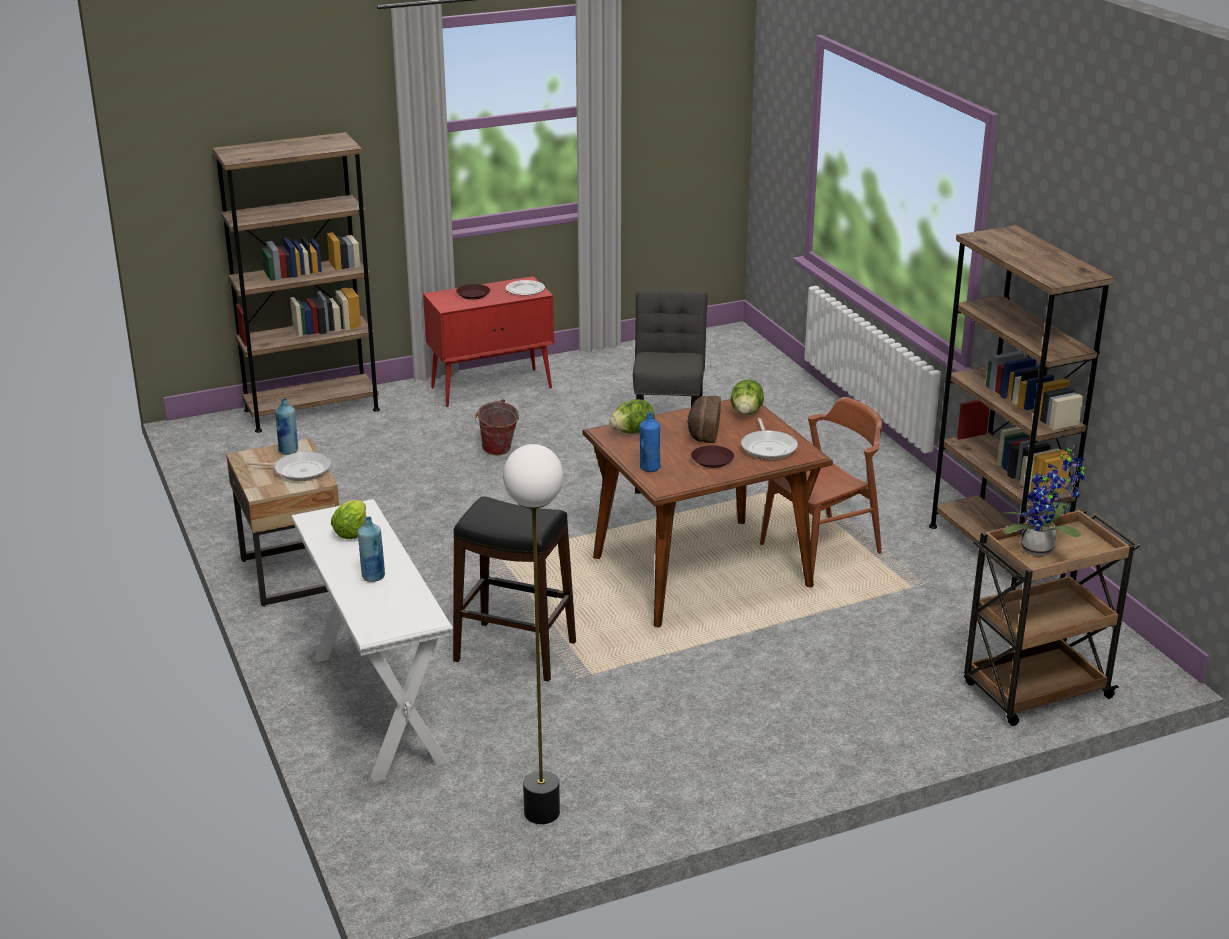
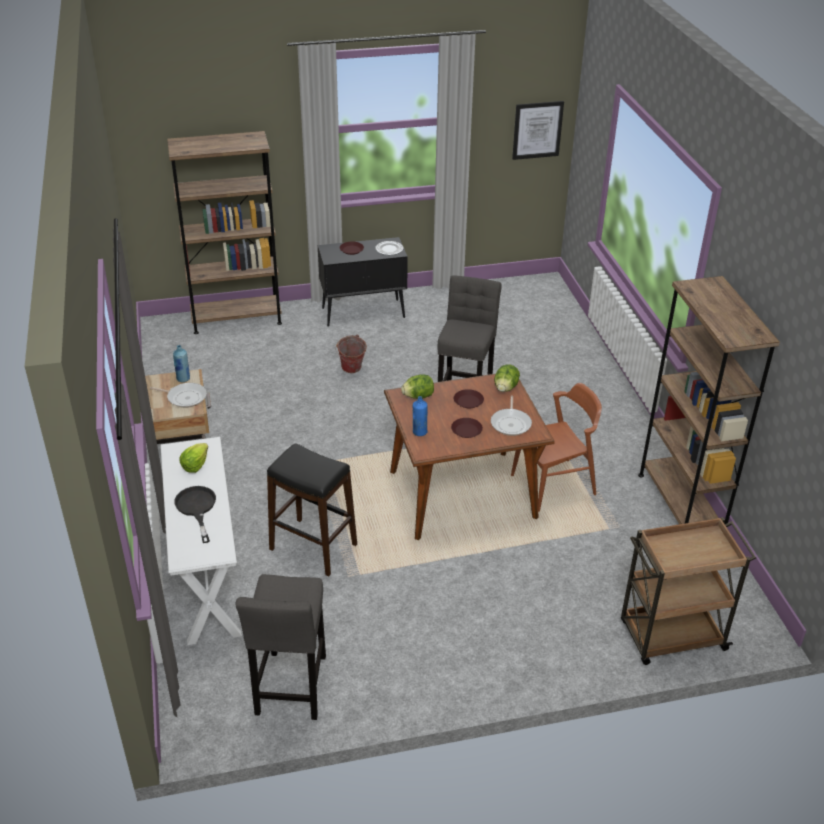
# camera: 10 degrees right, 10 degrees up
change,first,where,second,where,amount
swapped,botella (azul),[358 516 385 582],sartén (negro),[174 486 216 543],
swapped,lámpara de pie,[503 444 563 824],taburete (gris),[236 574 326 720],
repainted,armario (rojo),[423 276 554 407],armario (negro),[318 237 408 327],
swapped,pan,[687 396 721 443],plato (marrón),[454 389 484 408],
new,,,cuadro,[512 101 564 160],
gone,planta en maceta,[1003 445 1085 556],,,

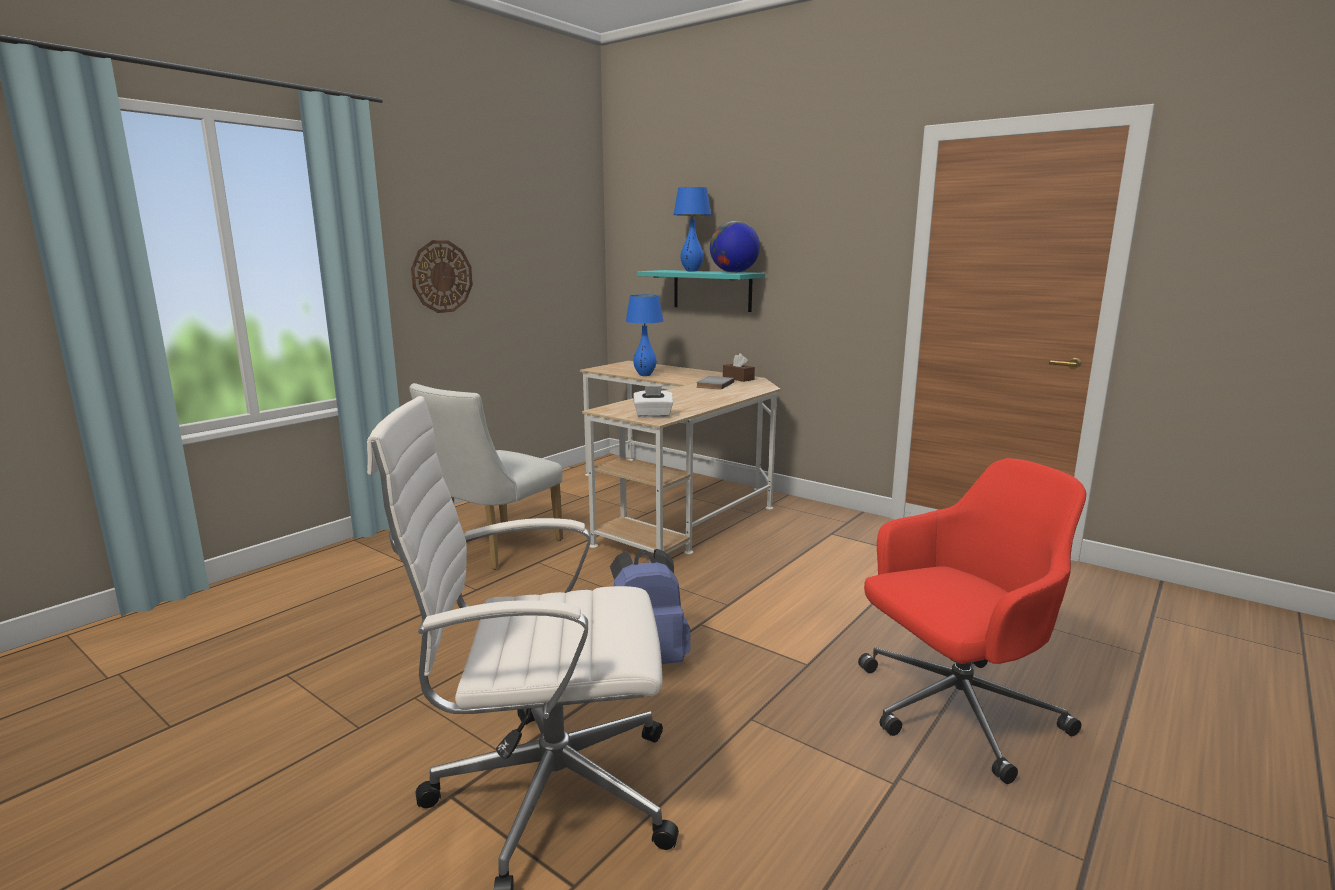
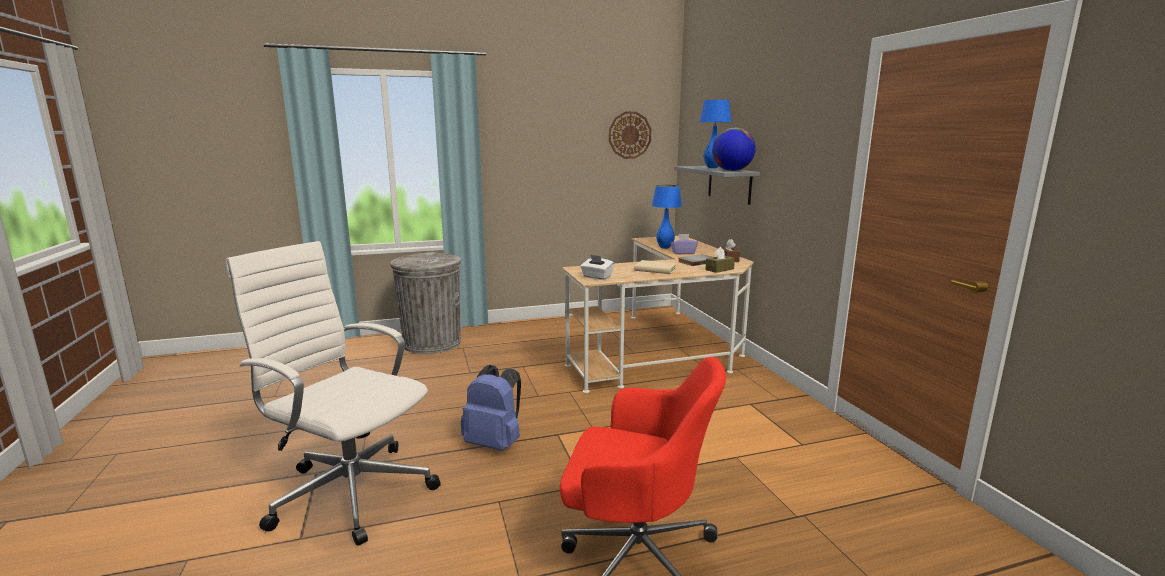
# camera: 35 degrees right, 0 degrees up
change,first,where,second,where,amount
new,,,papelera (gris),[390 252 461 354],
shifted,reloj de pared,[411 240 473 313],,[609 112 652 159],
new,,,libro (beis),[634 260 677 274],
new,,,caja de pañuelos (morado),[671 234 698 254],
repainted,estante (turquesa),[637 270 765 312],estante (gris),[674 166 760 205],
new,,,caja de pañuelos (marrón),[705 247 735 273],
gone,silla (blanco),[410 383 563 570],,,

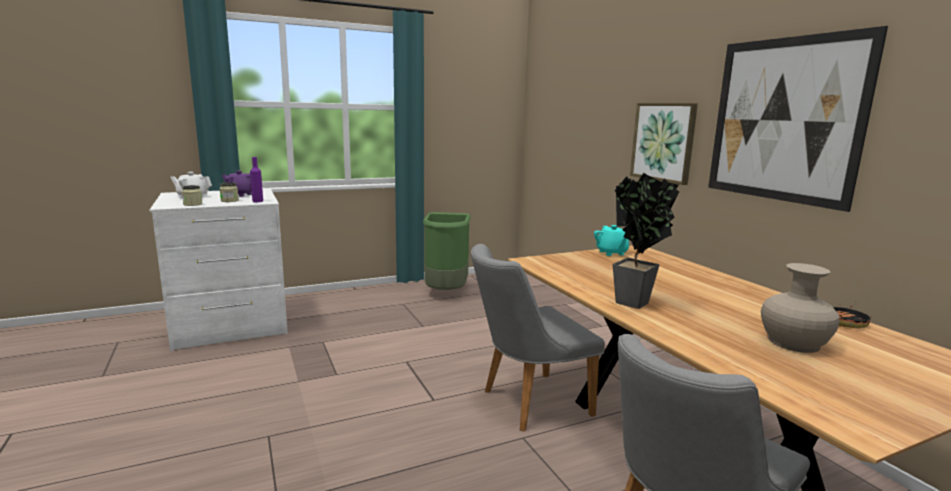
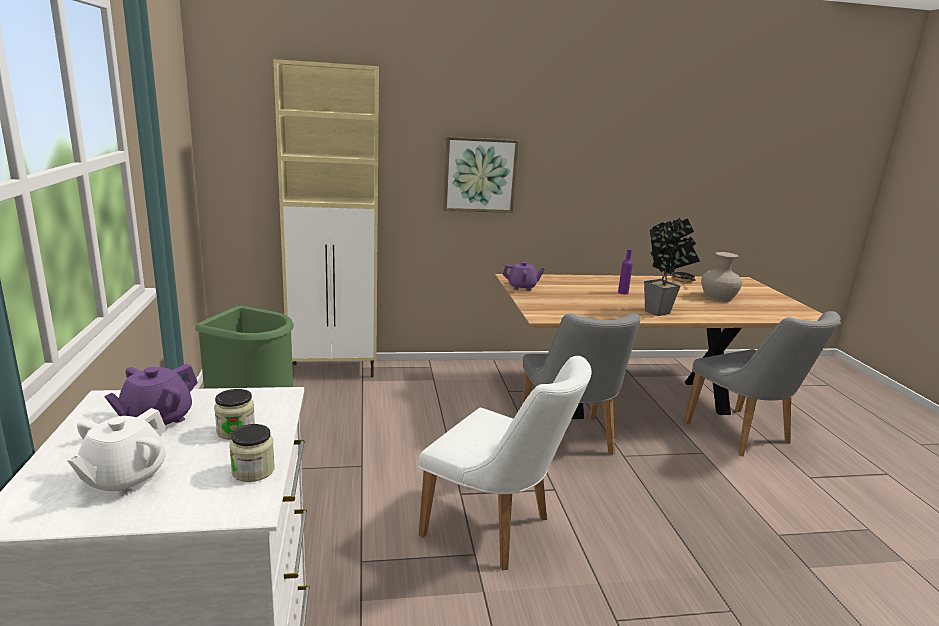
# camera: 75 degrees left, 5 degrees up
change,first,where,second,where,amount
new,,,armario (beis),[273 59 379 377],
new,,,silla (blanco),[419 356 592 571],
repainted,tetera (turquesa),[594 225 629 256],tetera (morado),[502 262 545 291],
shifted,botella (morado),[250 157 263 202],,[618 249 633 294],
gone,cuadro,[708 26 888 212],,,

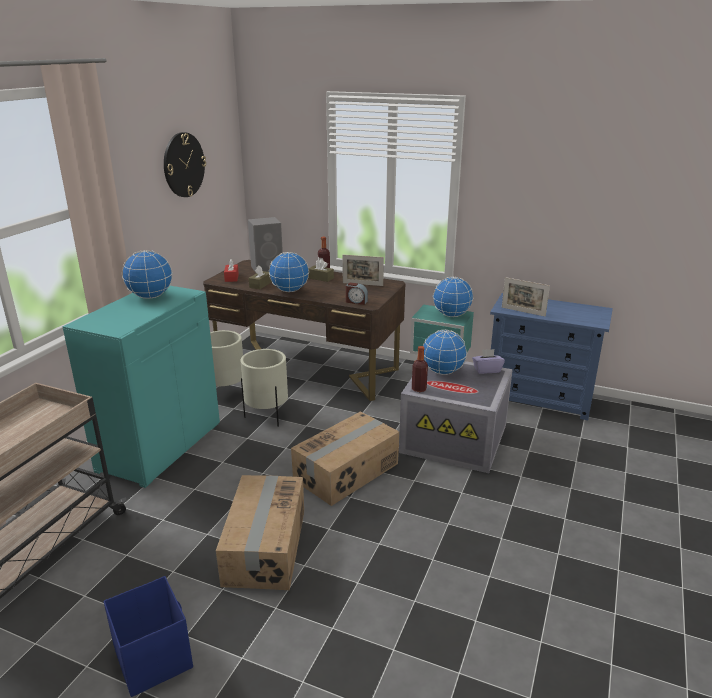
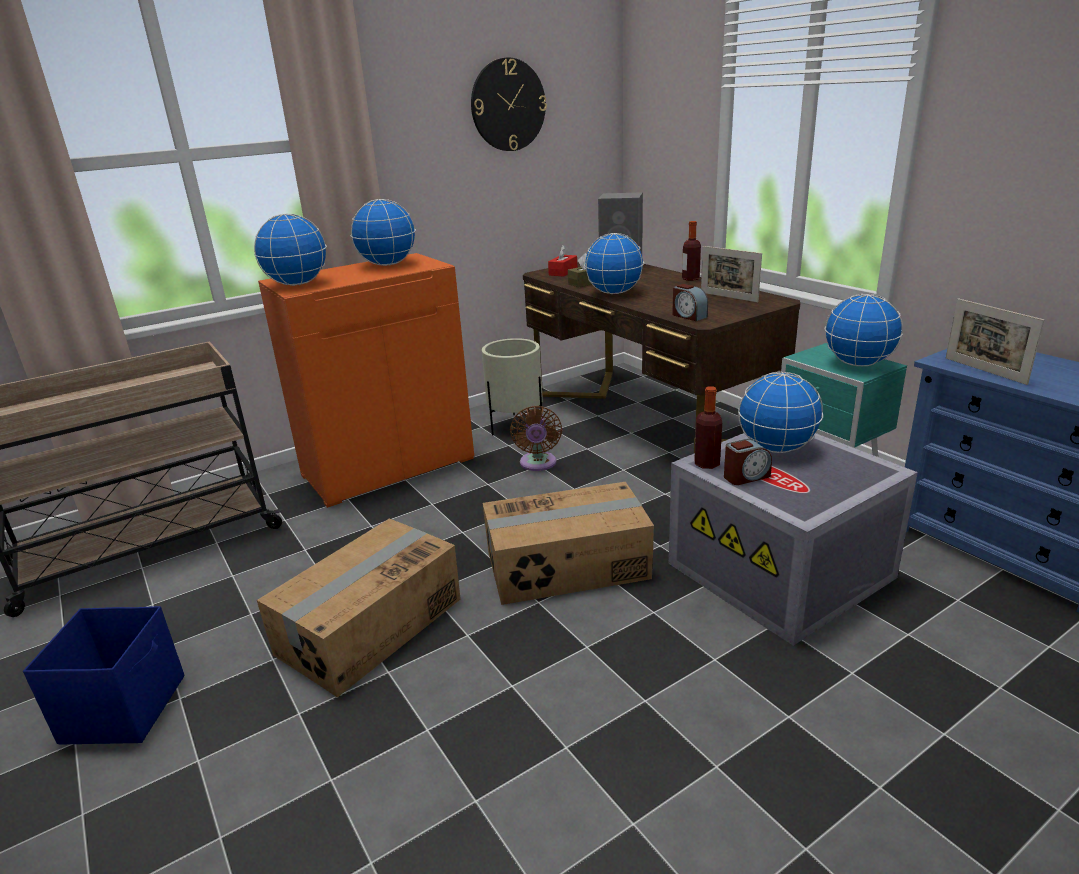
# camera: 35 degrees right, 0 degrees up
change,first,where,second,where,amount
new,,,globo terráqueo,[254 213 327 286],
repainted,armario (turquesa),[62 286 220 488],armario (naranja),[258 253 474 508],
swapped,maceta (beis),[241 349 288 427],ventilador (marrón),[510 406 562 471],
new,,,despertador,[724 439 772 485],
gone,caja de pañuelos (marrón),[308 259 334 282],,,
gone,caja de pañuelos (morado),[472 349 505 374],,,

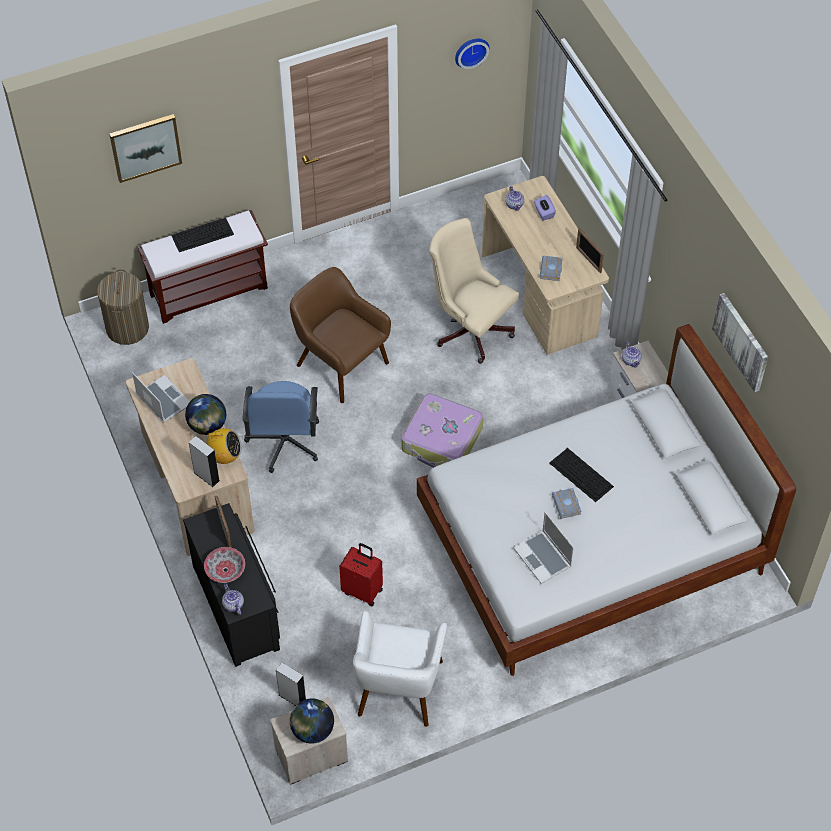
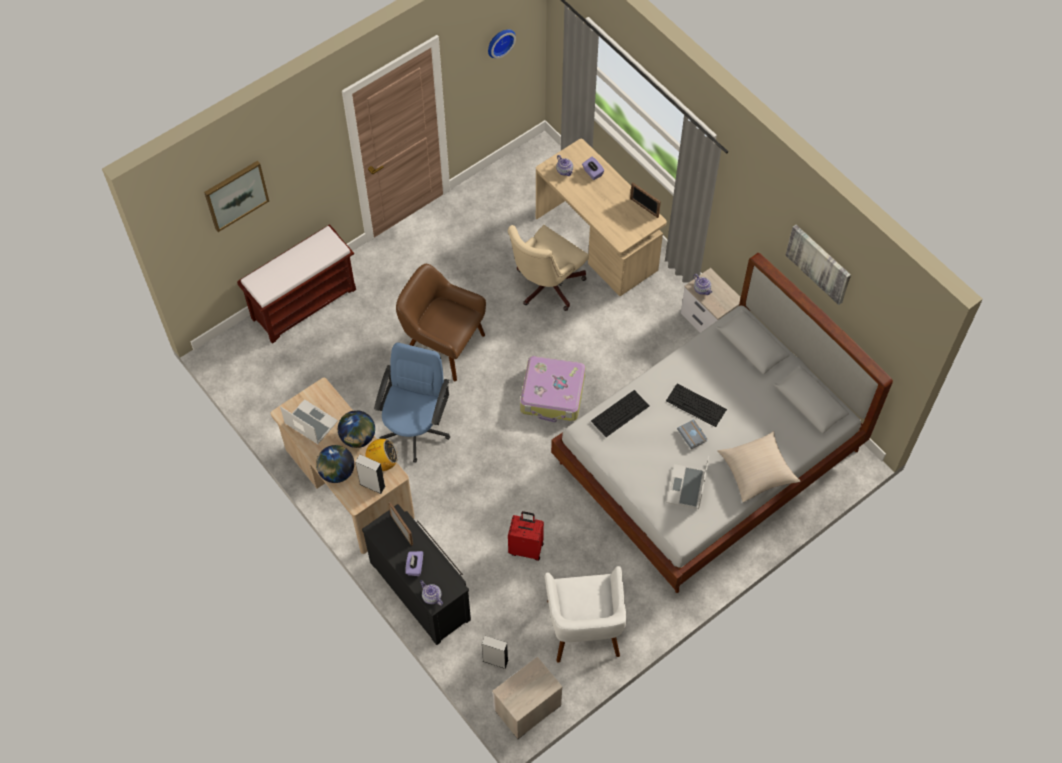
# camera: 15 degrees left, 5 degrees up
change,first,where,second,where,amount
shifted,globo terráqueo,[290 699 334 744],,[316 445 354 483],
rotated,silla de oficina (azul),[242 381 319 473],,[374 342 450 463],150 degrees counterclockwise
swapped,cuenco,[204 547 245 583],caja de pañuelos (morado),[405 551 423 576],
rotated,silla de oficina (beis),[429 218 519 364],,[508 225 589 311],75 degrees counterclockwise
shifted,teclado,[171 218 234 252],,[591 390 649 437],
rotated,portátil,[513 512 574 584],,[667 456 709 509],60 degrees clockwise
new,,,cojín (beis),[717 431 801 502],
gone,cesto de la ropa,[97 269 149 345],,,
gone,libro (gris),[539 256 563 281],,,

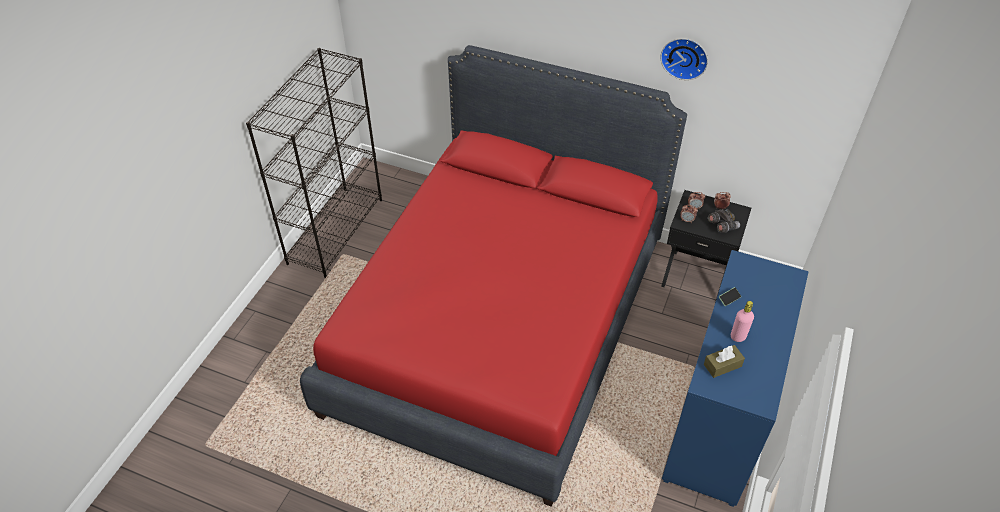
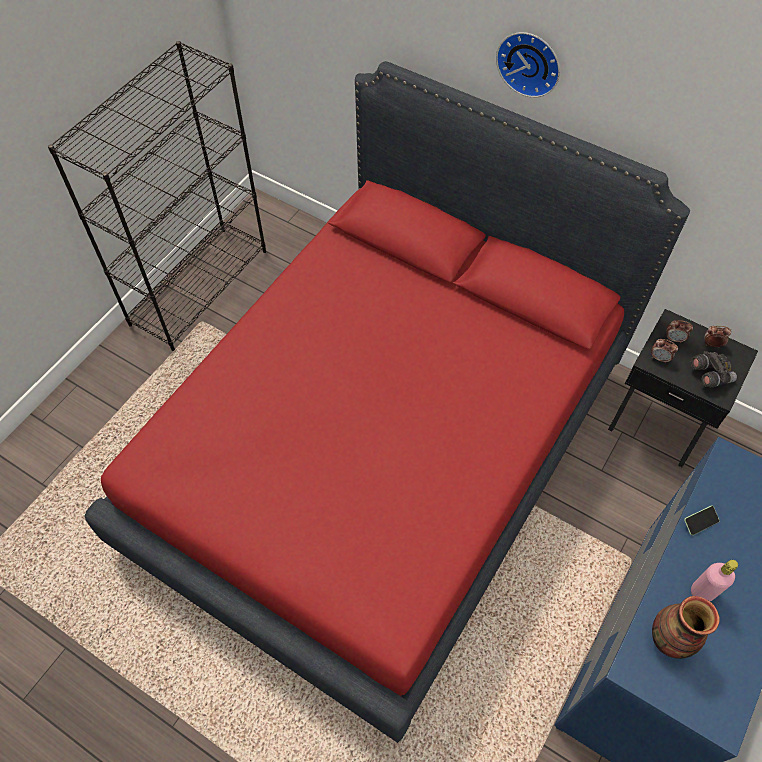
# camera: 10 degrees right, 10 degrees up
change,first,where,second,where,amount
shifted,reloj de pared,[660 38 708 80],,[496 32 560 98],
swapped,caja de pañuelos (marrón),[704 345 745 378],florero,[652 596 720 659],

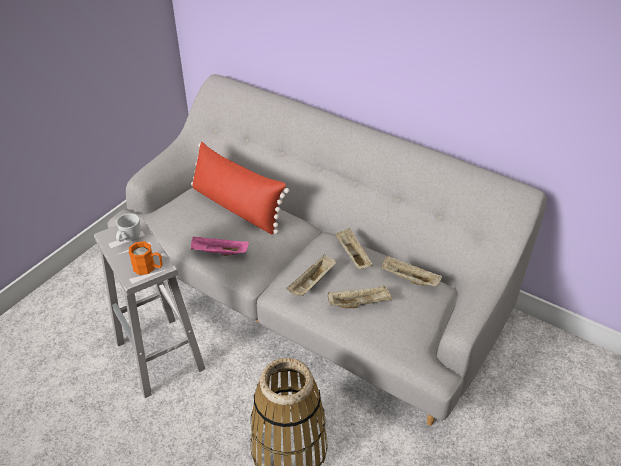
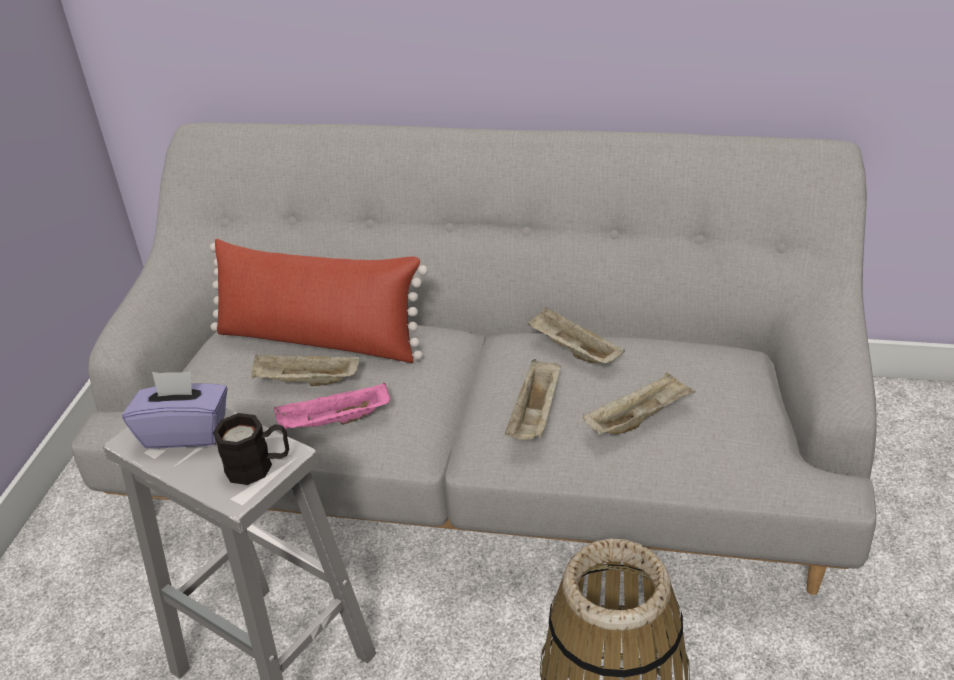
# camera: 20 degrees left, 5 degrees down
change,first,where,second,where,amount
swapped,taza grande (blanco),[116 213 140 241],caja de pañuelos (morado),[122 371 227 449],
repainted,taza grande (naranja),[129 241 163 275],taza grande (negro),[213 413 289 485],
shifted,bandeja (beis),[381 256 442 287],,[251 354 360 386],

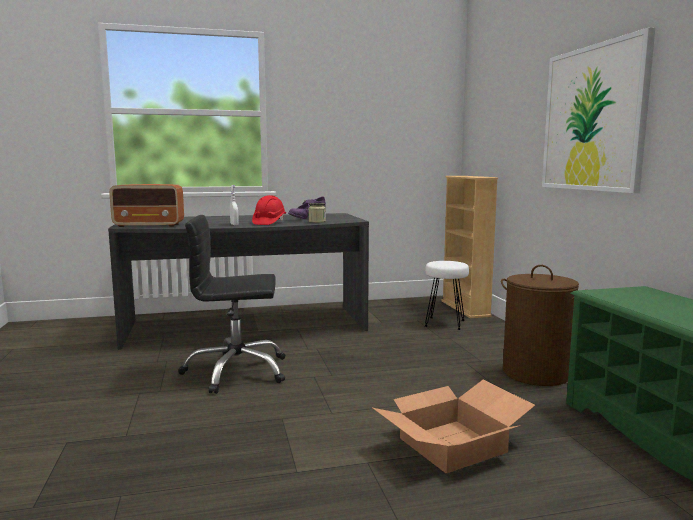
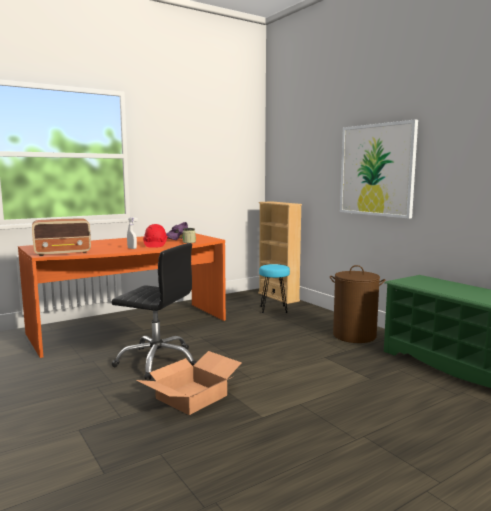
# camera: 20 degrees left, 0 degrees up
change,first,where,second,where,amount
repainted,escritorio (gris),[108 213 369 350],escritorio (naranja),[18 234 226 358],
rotated,silla de oficina (negro),[178 215 285 394],,[112 243 197 380],135 degrees counterclockwise
shifted,caja de cartón,[373 380 535 473],,[136 351 242 415],
repainted,taburete (blanco),[425 261 469 330],taburete (turquesa),[259 264 290 313],

